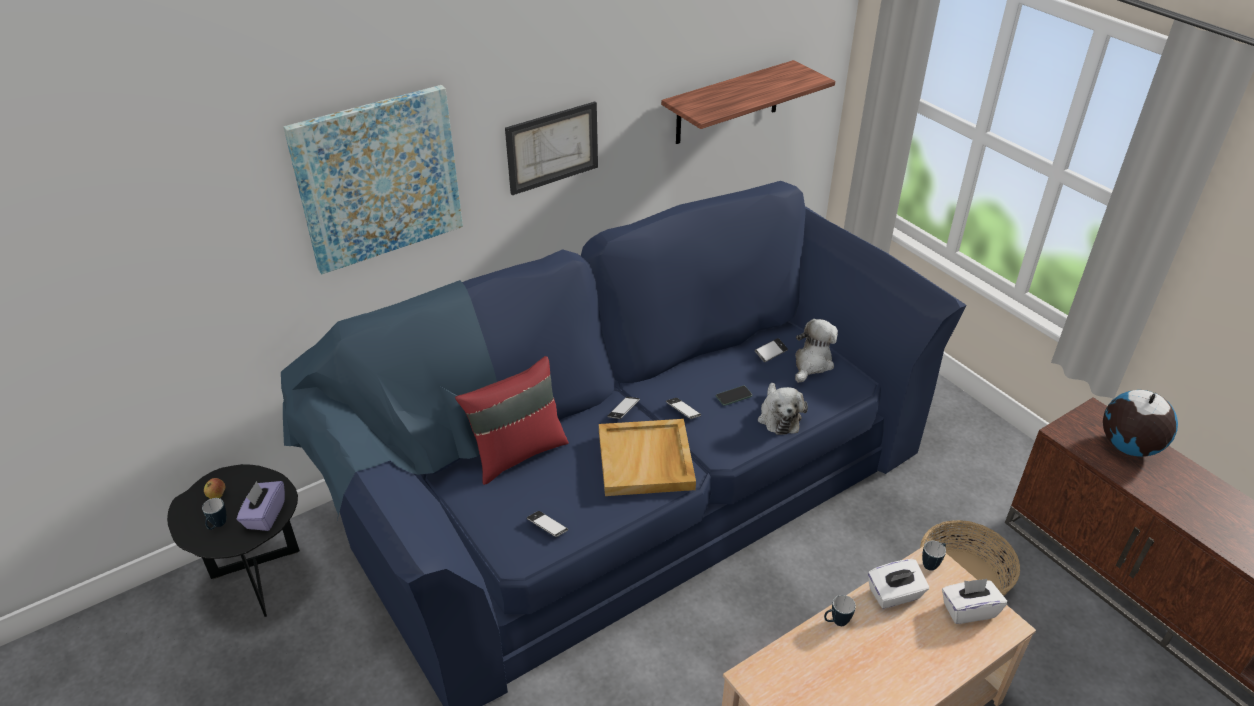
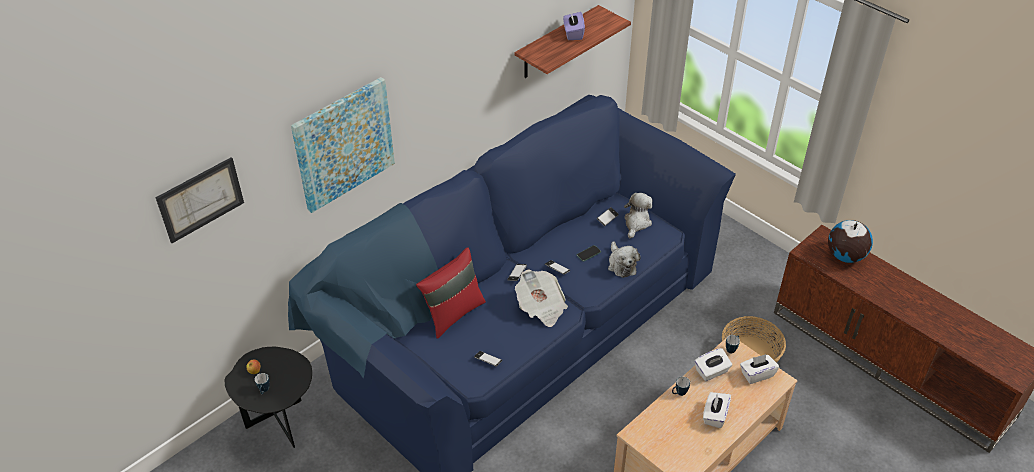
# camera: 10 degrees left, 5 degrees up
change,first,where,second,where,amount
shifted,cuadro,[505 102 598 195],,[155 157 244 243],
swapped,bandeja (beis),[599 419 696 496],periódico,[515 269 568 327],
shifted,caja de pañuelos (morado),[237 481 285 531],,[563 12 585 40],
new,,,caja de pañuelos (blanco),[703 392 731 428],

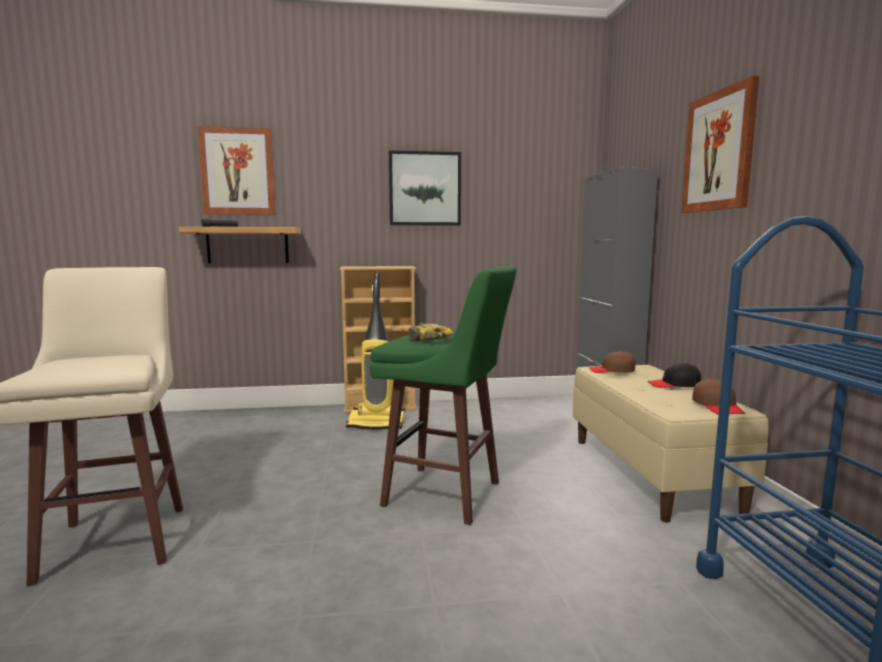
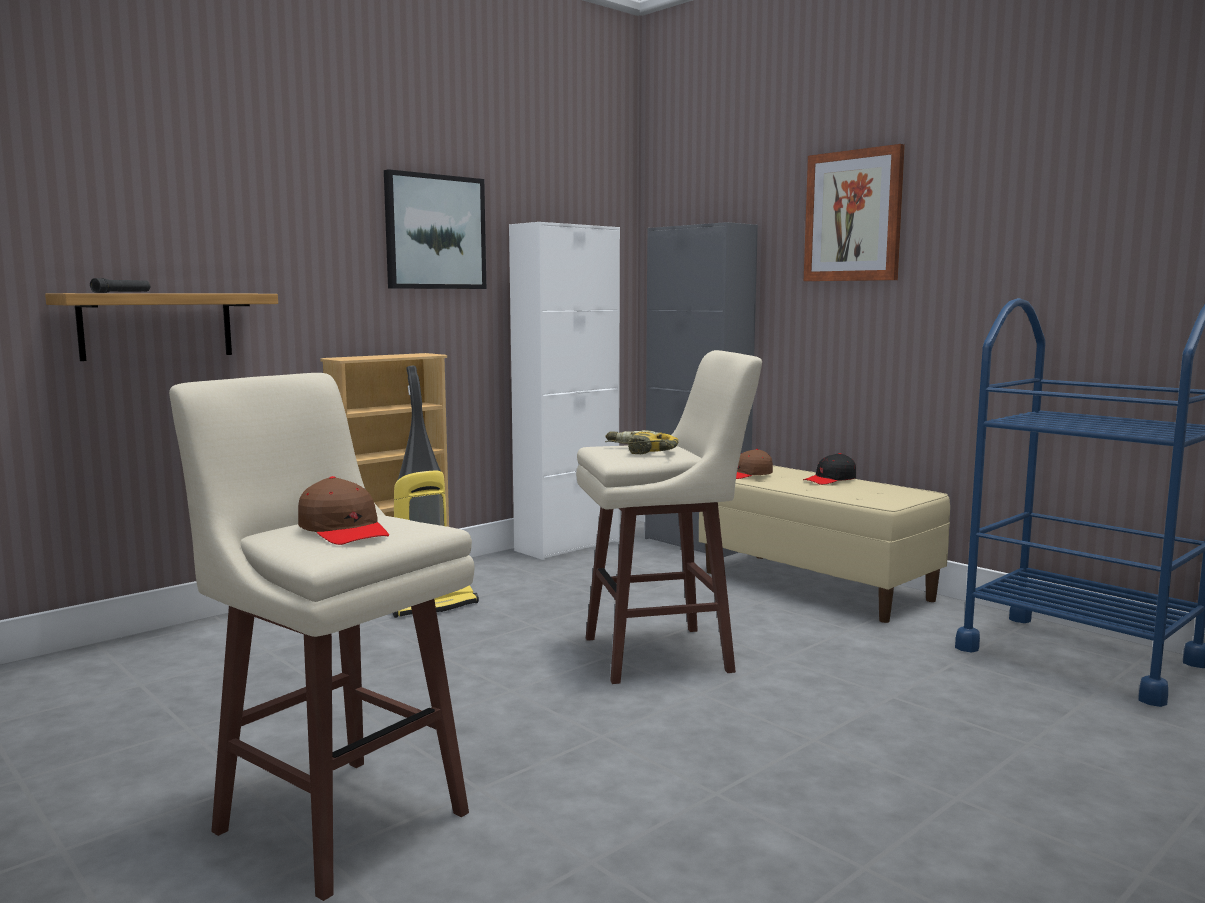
# camera: 35 degrees left, 0 degrees up
change,first,where,second,where,amount
shifted,gorra (marrón),[692 378 745 415],,[298 476 389 545],
new,,,armario (blanco),[509 222 620 560],
repainted,taburete (verde),[370 266 517 525],taburete (beis),[576 350 762 684],
gone,cuadro,[198 126 276 215],,,

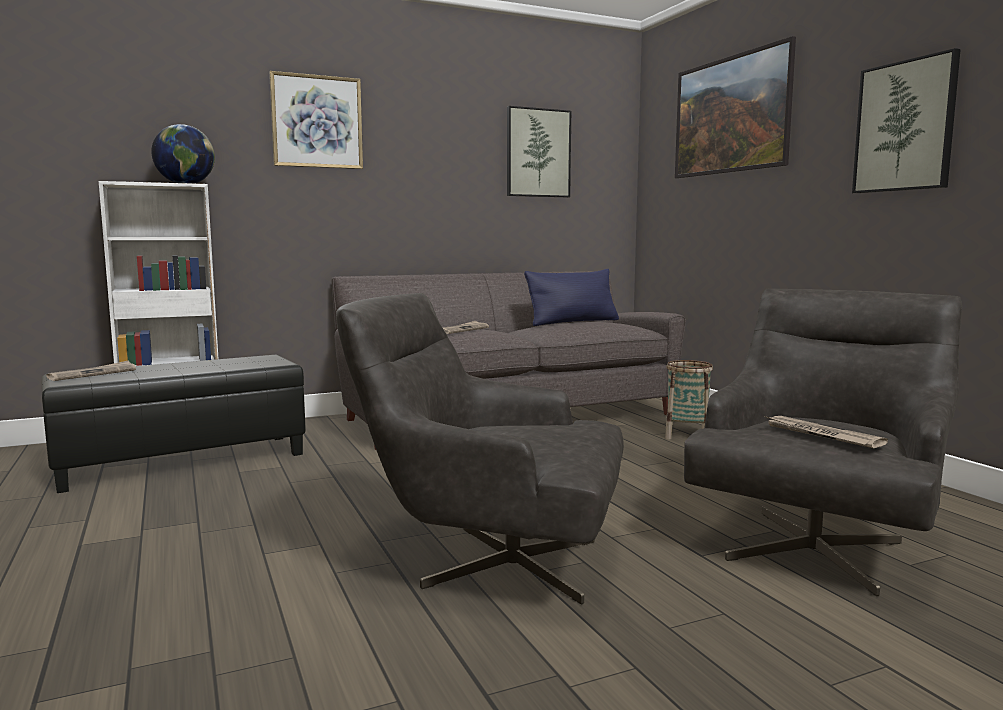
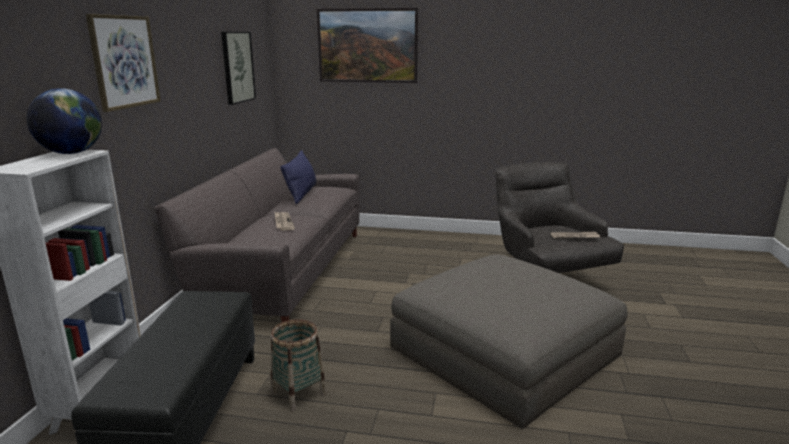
# camera: 55 degrees left, 10 degrees up
change,first,where,second,where,amount
shifted,cesta,[665 360 713 439],,[271 319 326 412],
swapped,sillón (gris),[336 293 624 605],puf (gris),[390 254 627 429],
gone,periódico,[46 360 136 381],,,
gone,cuadro,[852 48 961 193],,,

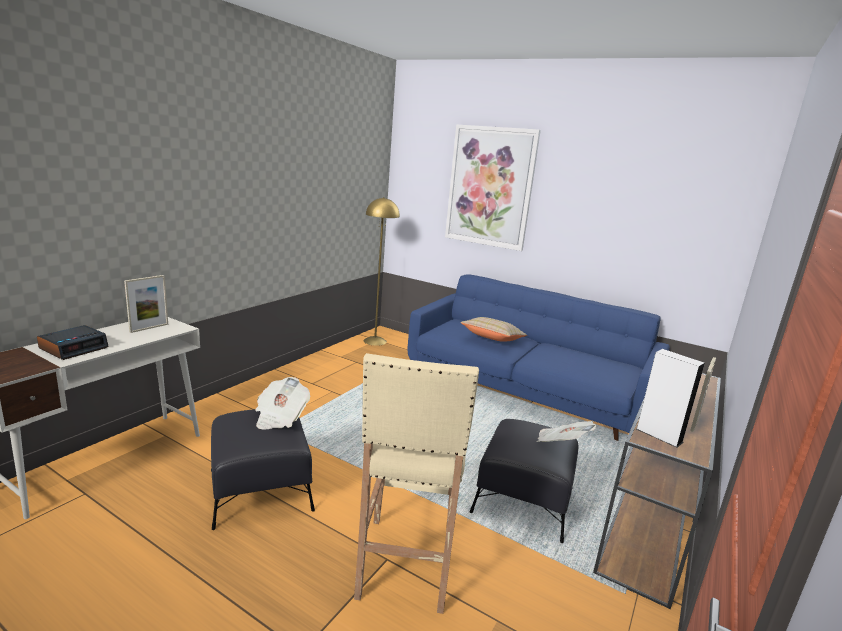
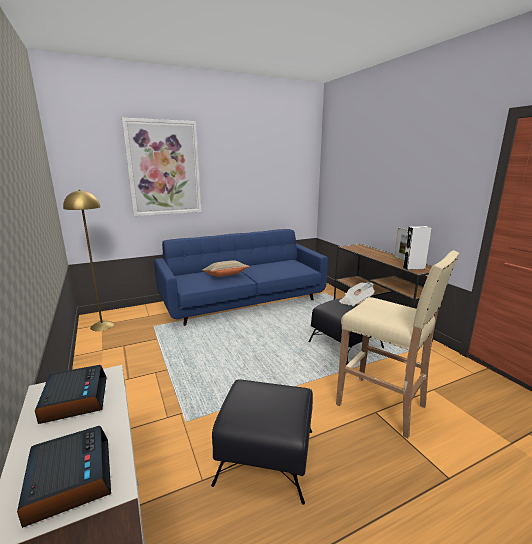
# camera: 55 degrees left, 0 degrees up
change,first,where,second,where,amount
swapped,portarretratos,[124 275 168 333],despertador,[35 365 107 424],
gone,periódico,[256 377 310 430],,,

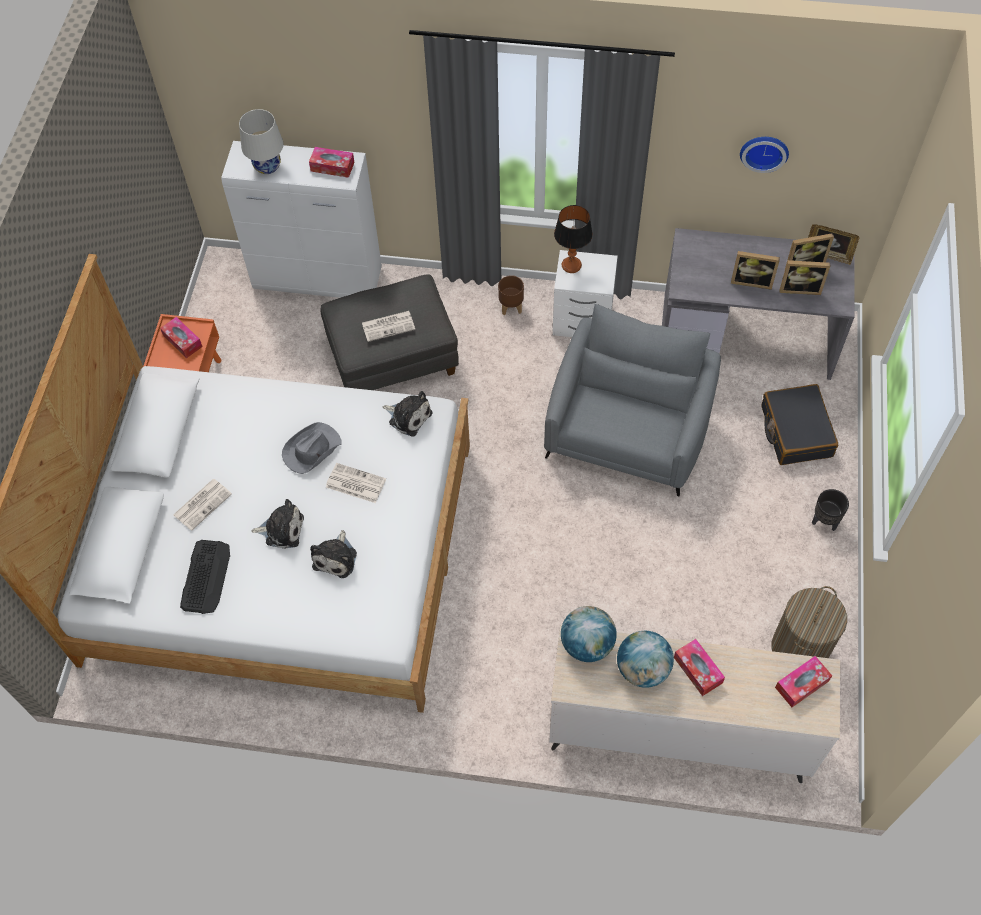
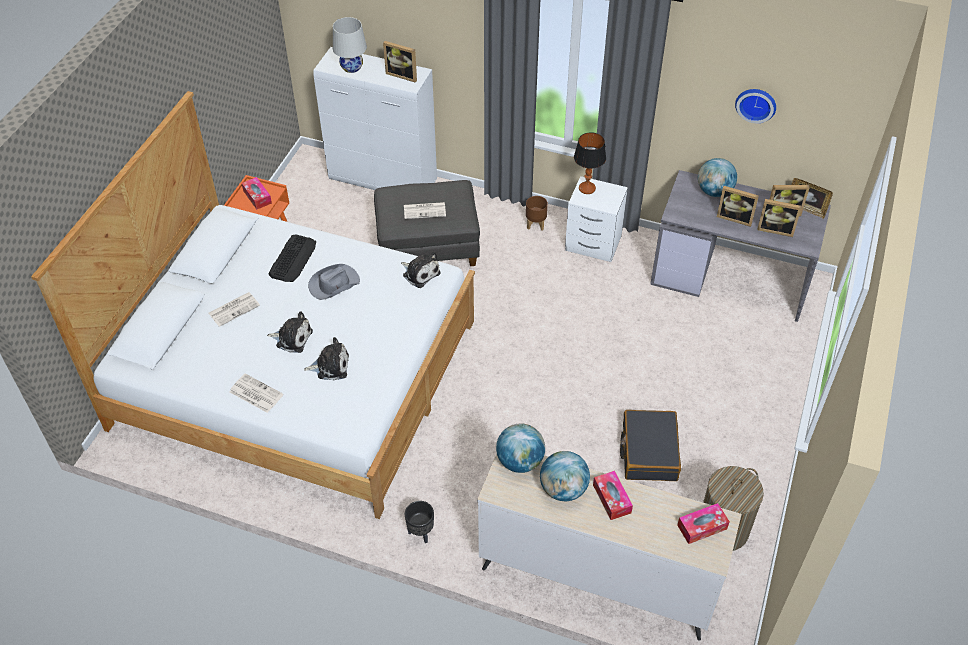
# camera: 10 degrees right, 10 degrees down
change,first,where,second,where,amount
shifted,periódico,[326 463 386 503],,[230 374 283 413],
shifted,teclado,[180 540 230 614],,[268 234 316 282],
rotated,peluche,[310 530 357 578],,[304 337 349 380],120 degrees counterclockwise
swapped,caja de pañuelos,[309 147 355 178],portarretratos,[383 41 417 83],
shifted,maceta (negro),[812 489 849 531],,[405 501 434 544],
shifted,maleta (negro),[761 384 838 465],,[620 410 681 481],
new,,,globo terráqueo,[698 158 737 197],
gone,sillón (gris),[544 304 721 496],,,

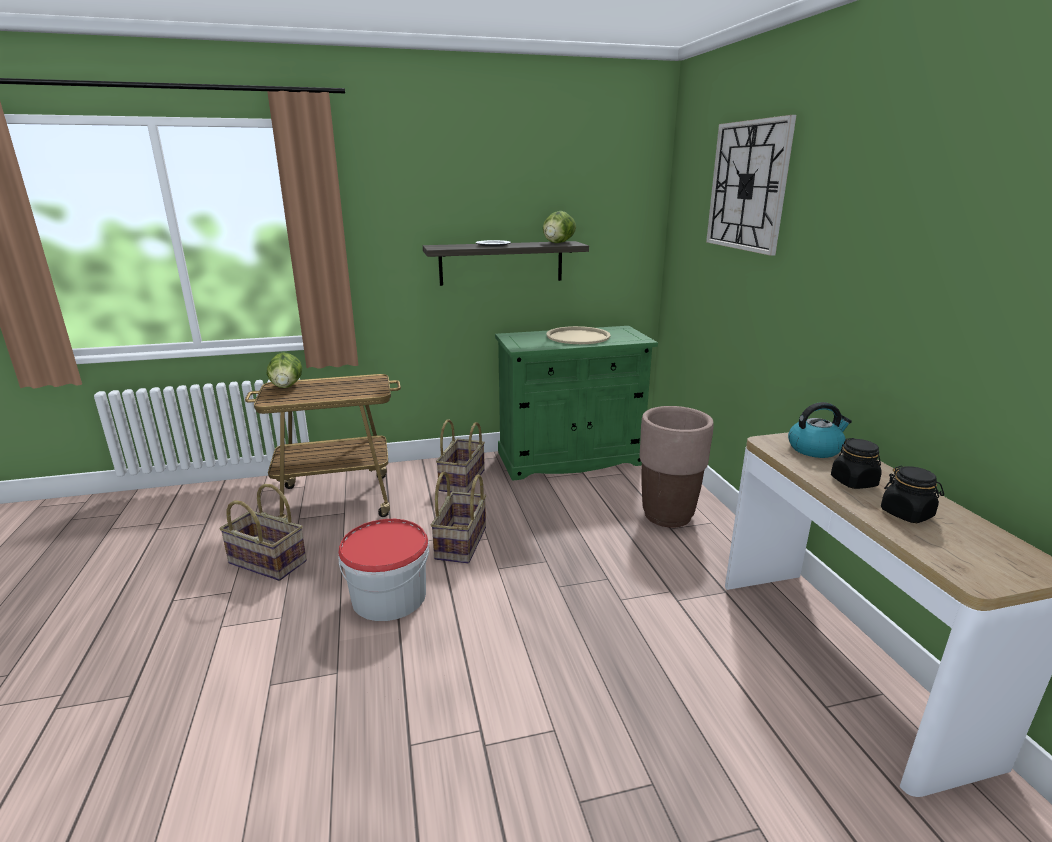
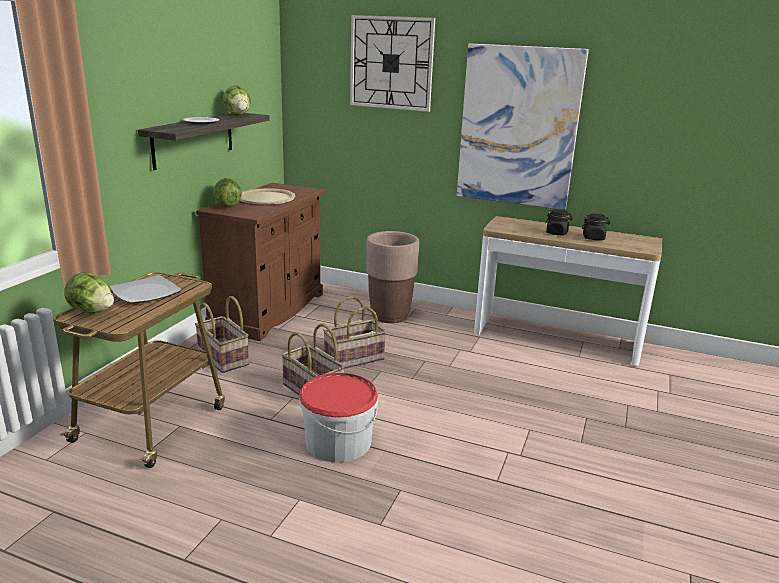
# camera: 55 degrees left, 0 degrees up
change,first,where,second,where,amount
new,,,plato,[110 275 182 304],
repainted,armario (verde),[495 326 658 481],armario (marrón),[196 183 325 341],
new,,,lechuga,[213 178 242 207],
shifted,cesta,[220 484 307 581],,[323 296 386 369],
new,,,cuadro,[457 44 589 210],
gone,hervidor,[788 402 852 458],,,

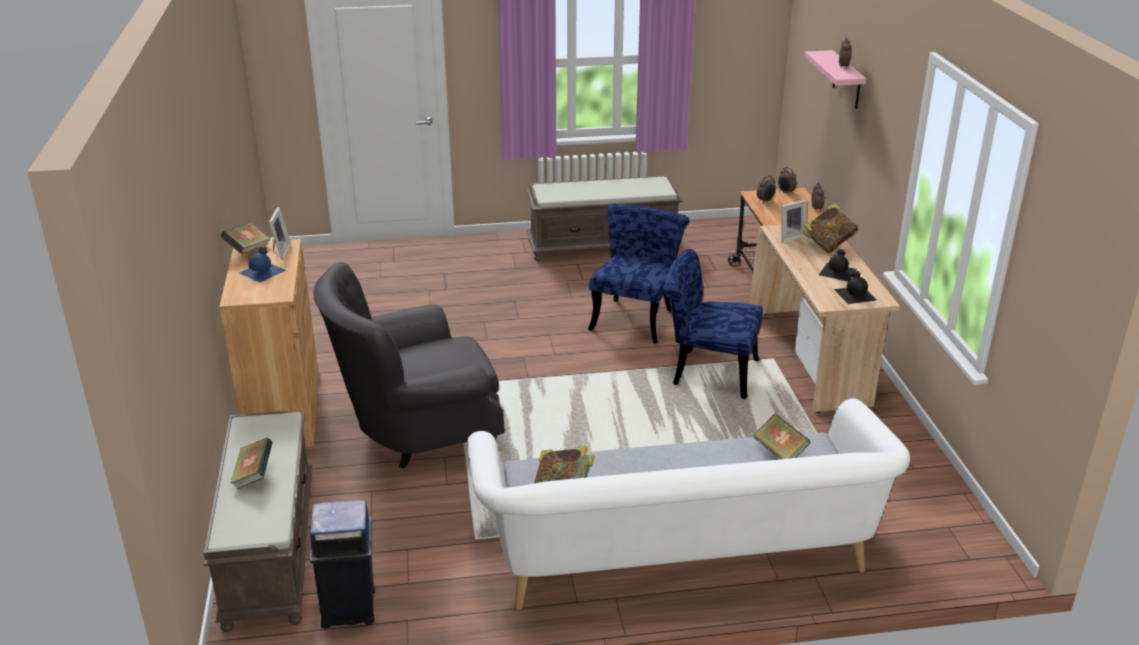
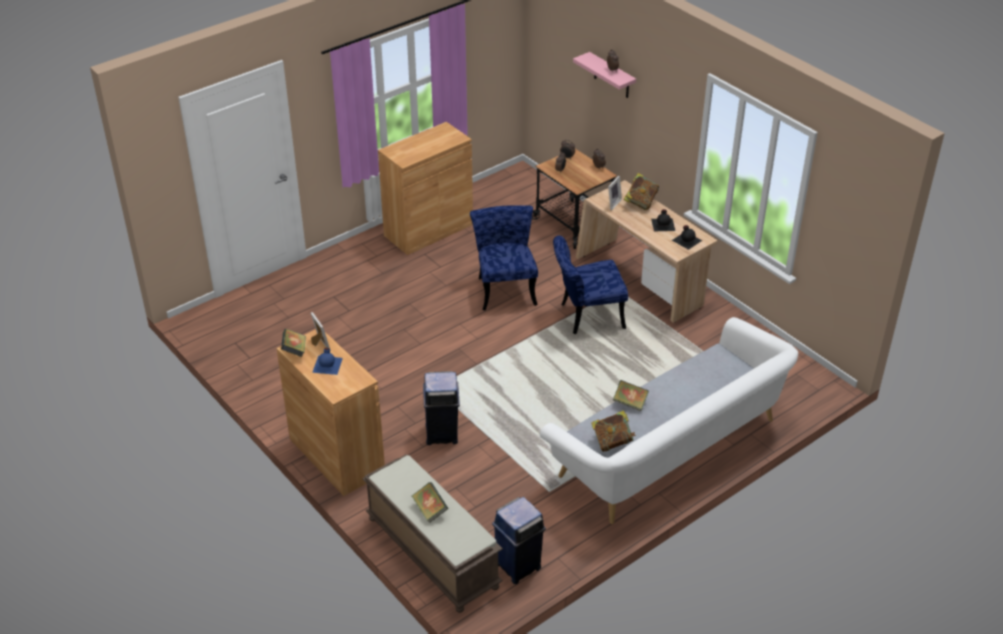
# camera: 30 degrees left, 10 degrees up
change,first,where,second,where,amount
swapped,banco (marrón),[526 175 683 261],armario (marrón),[378 122 473 255],
swapped,sillón (gris),[314 262 505 469],papelera (azul),[423 371 460 445],
shifted,libro,[754 414 810 459],,[613 380 649 411],

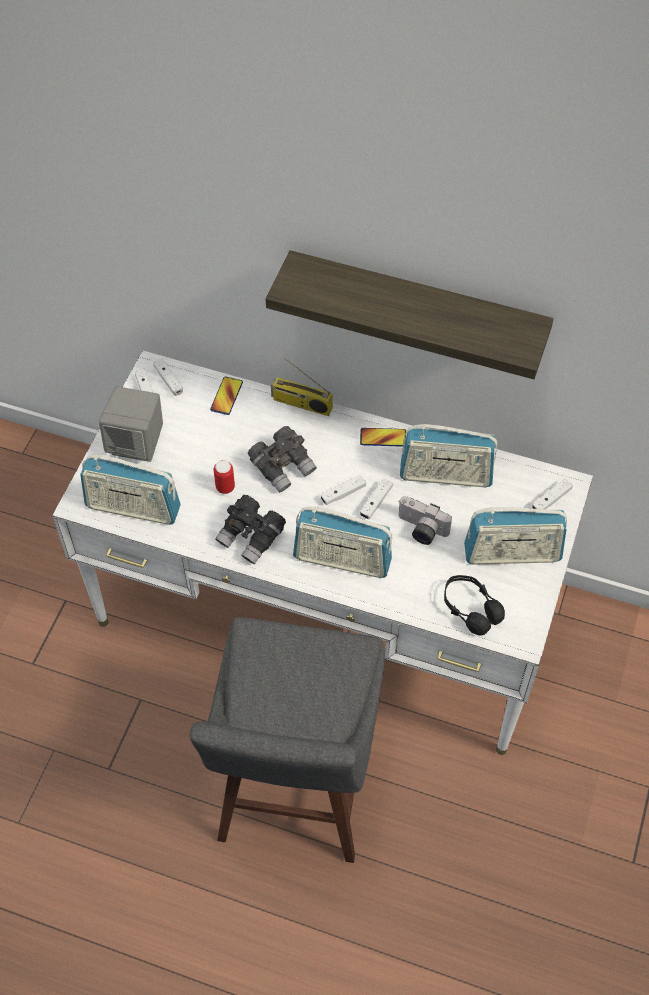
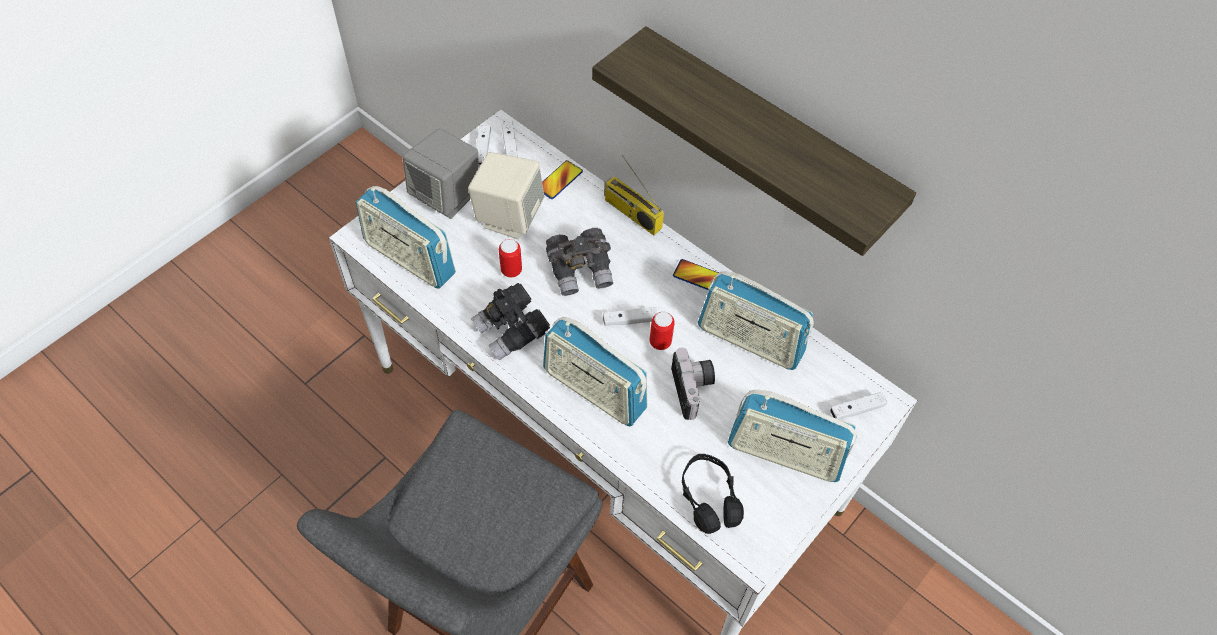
# camera: 20 degrees right, 0 degrees up
change,first,where,second,where,amount
new,,,altavoz (beis),[468 152 544 239],
swapped,mando de consola (blanco),[360 478 393 519],lata,[649 312 675 350],
rotated,cámara,[398 496 452 545],,[671 348 715 420],150 degrees counterclockwise

